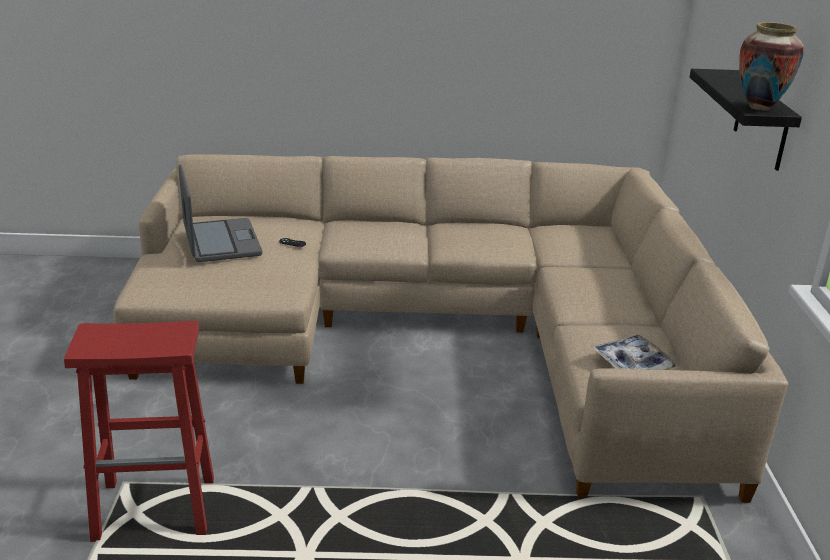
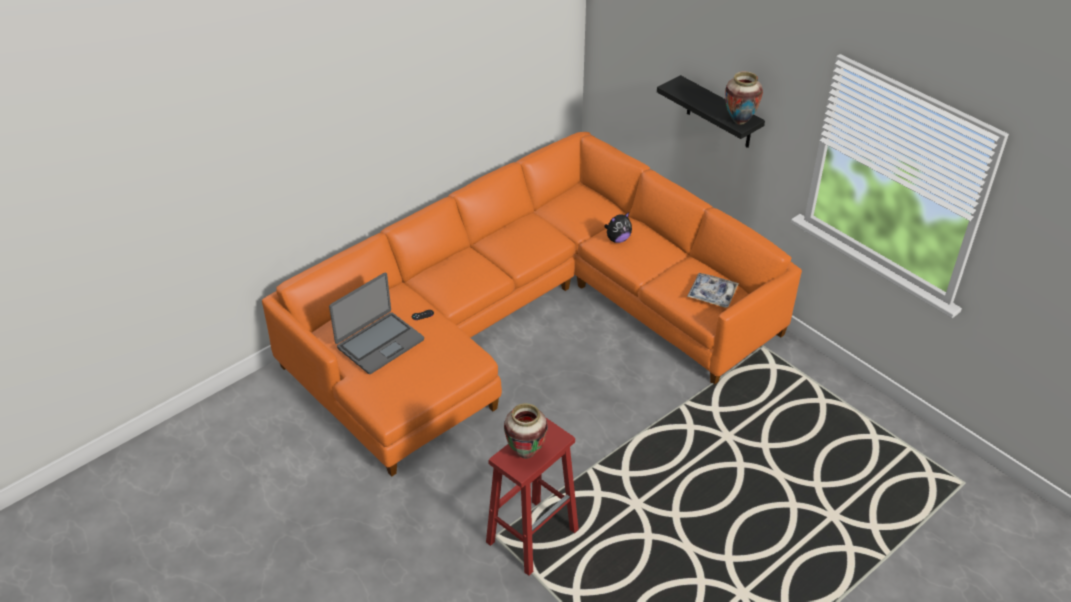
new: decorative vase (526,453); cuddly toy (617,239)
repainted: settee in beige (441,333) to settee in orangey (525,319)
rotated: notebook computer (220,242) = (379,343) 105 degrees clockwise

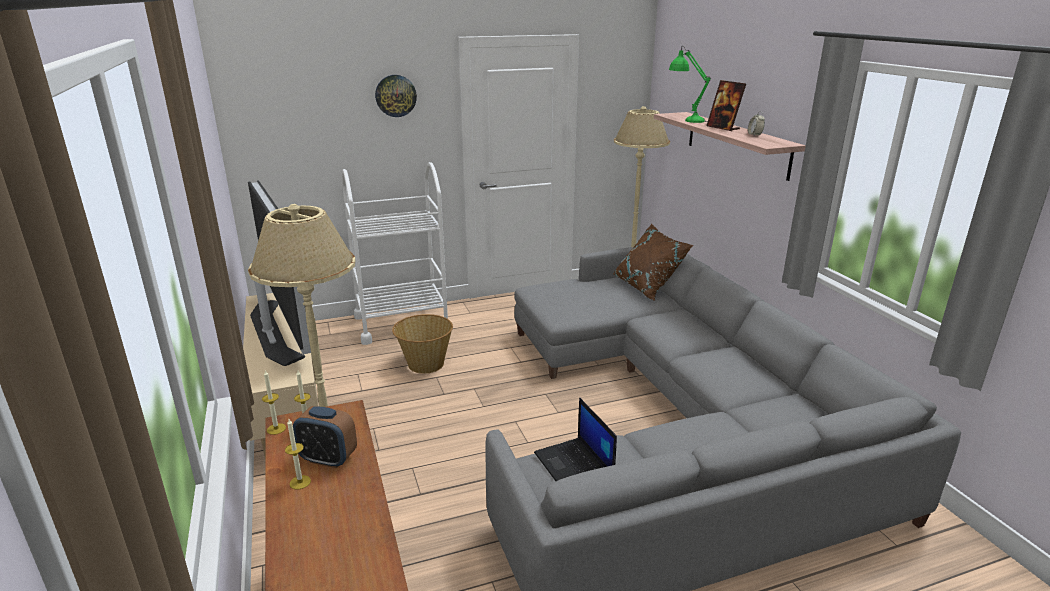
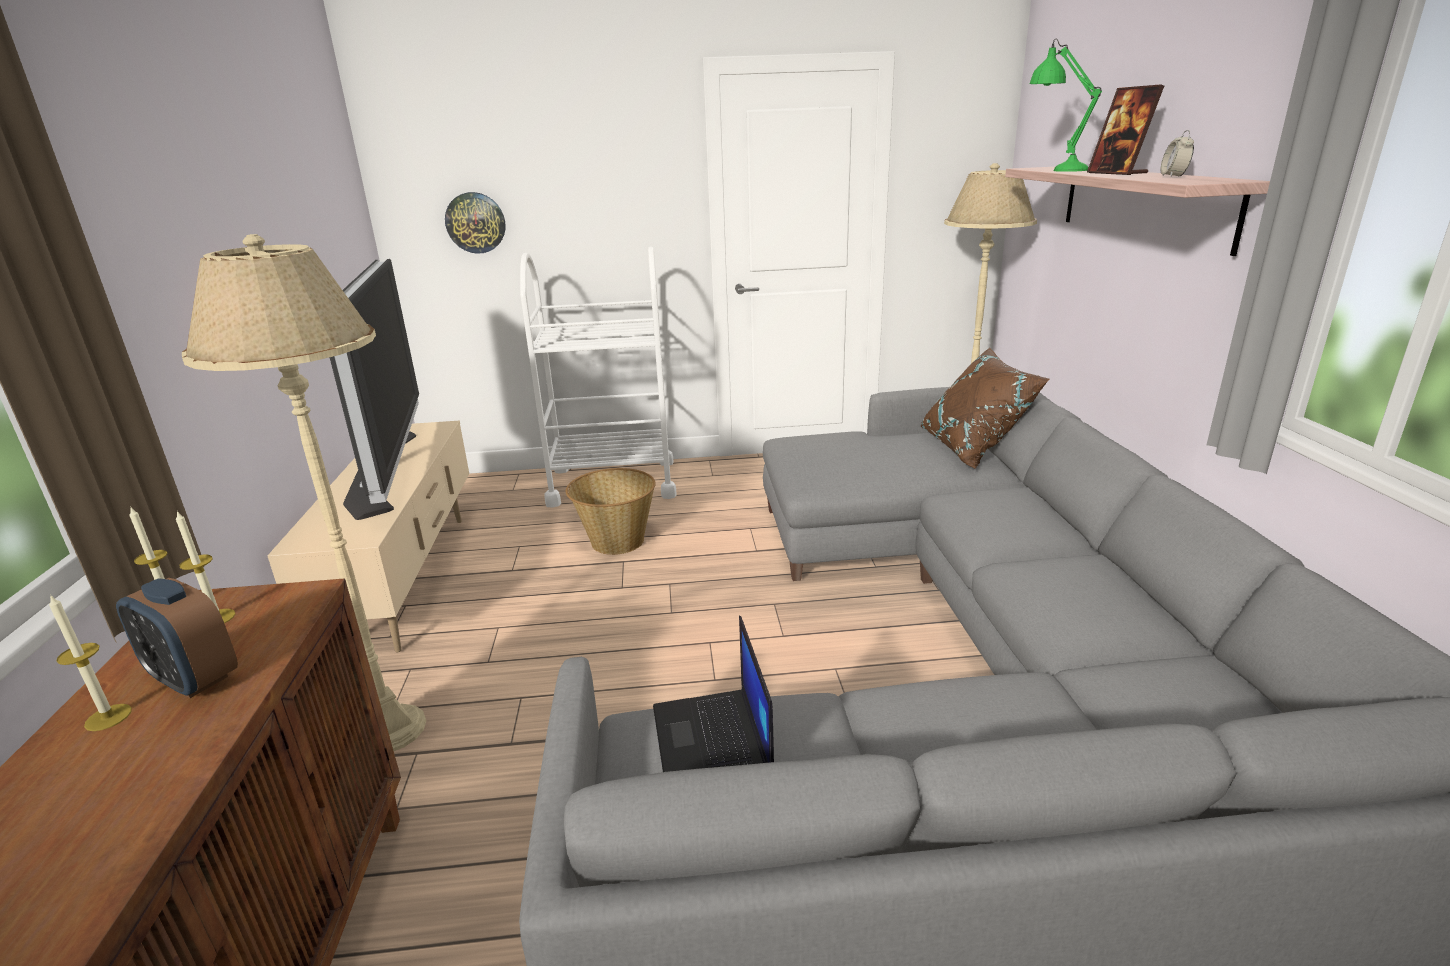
shifted: wall clock (395,96) to (475,223)

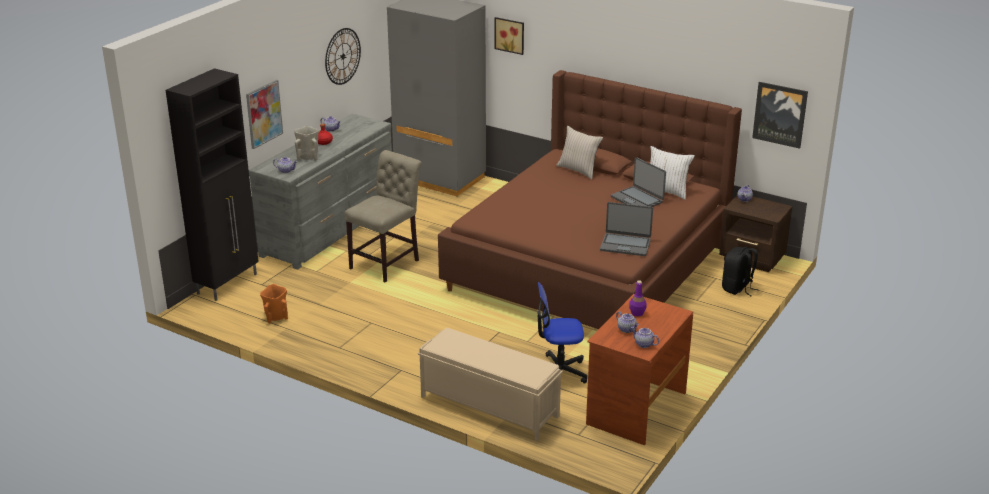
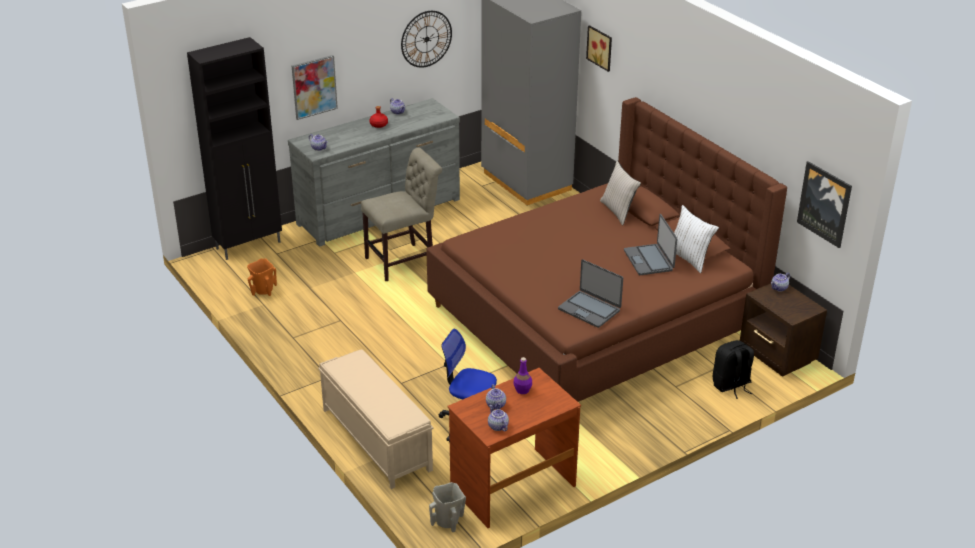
shifted: decorative vase in beige (308,157) to (448,521)

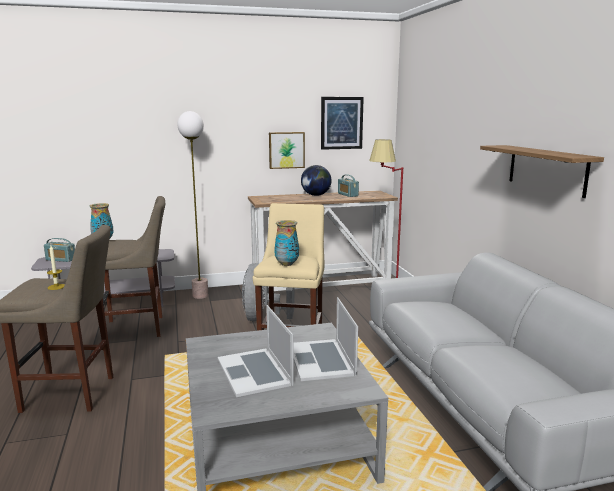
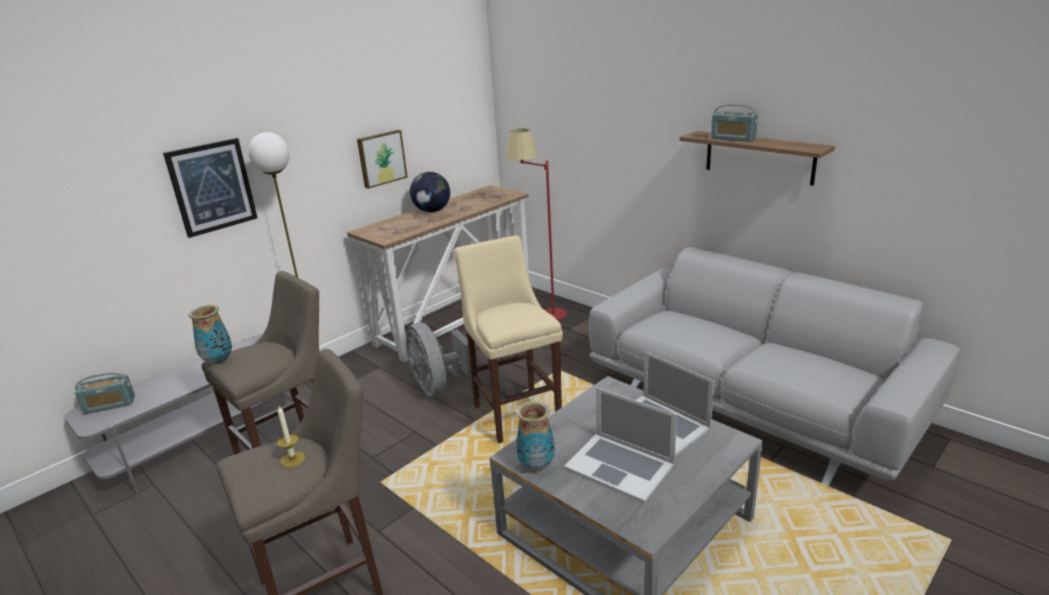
shifted: decorative vase (286,264) to (536,465); wall art (341,123) to (212,187); radio set (347,195) to (733,138)

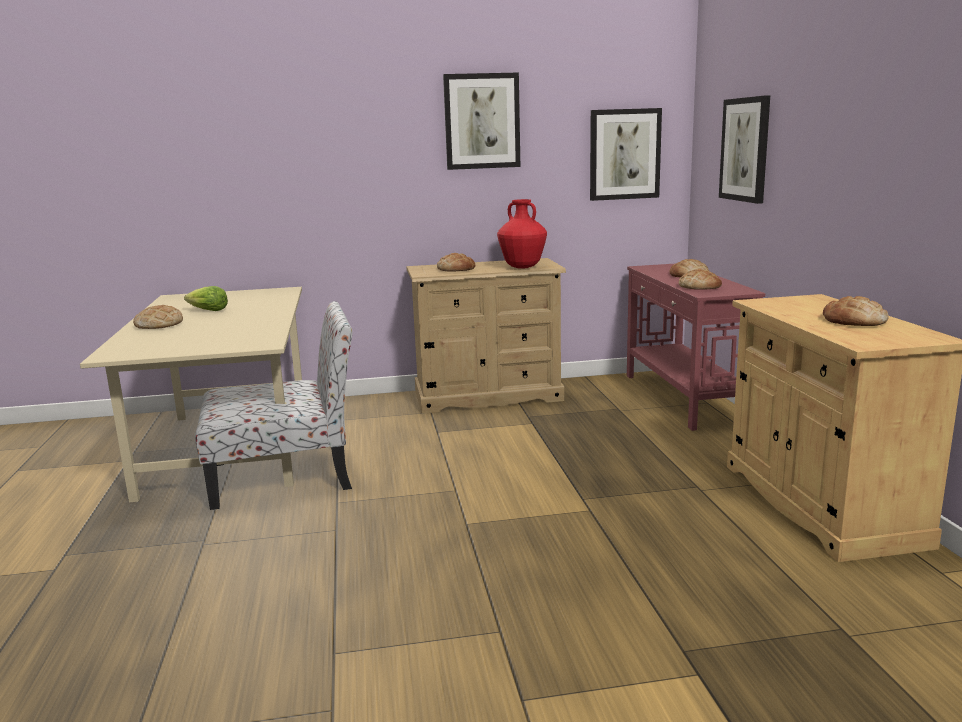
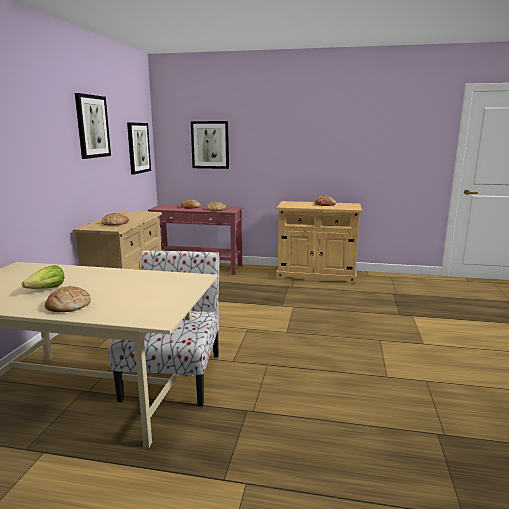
gone: decorative vase in red (522,267)

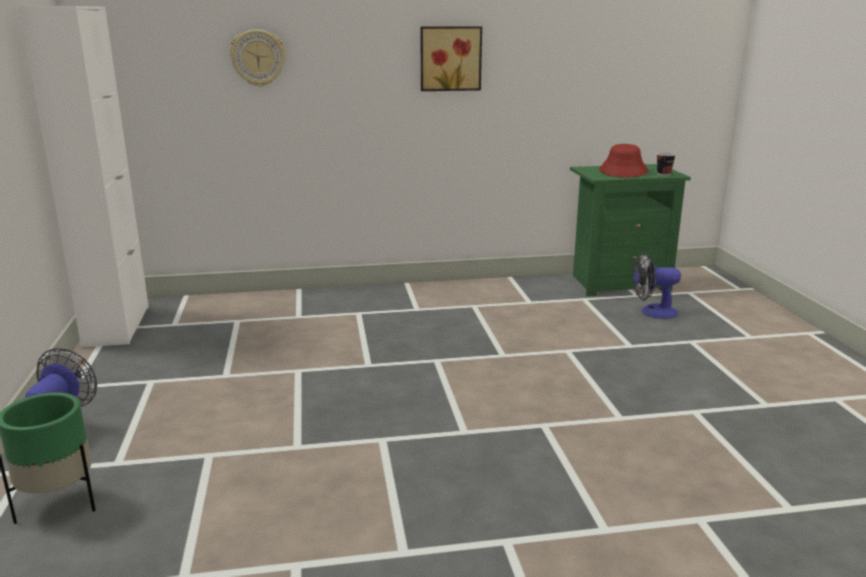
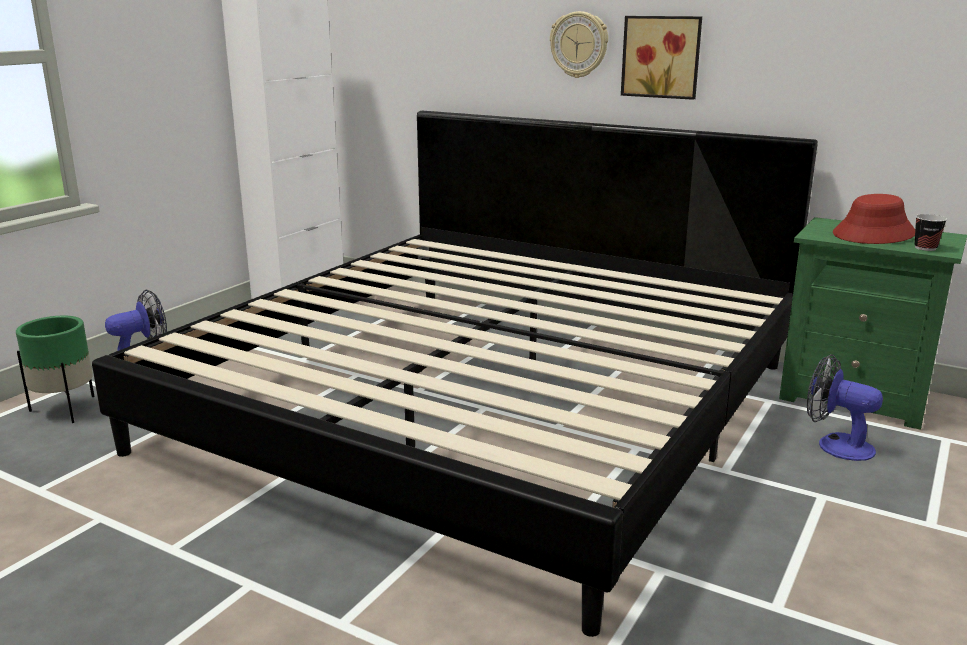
new: bed (484,405)
shifted: wall clock (258,58) to (579,44)

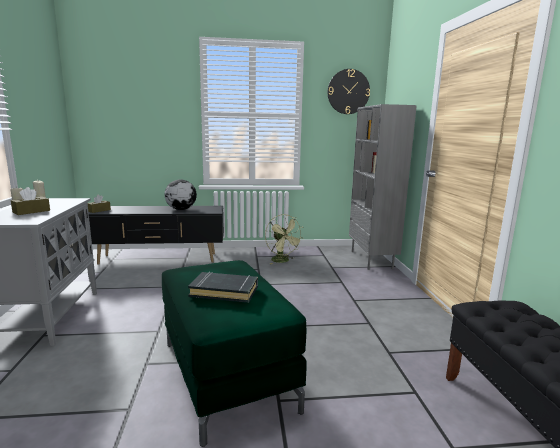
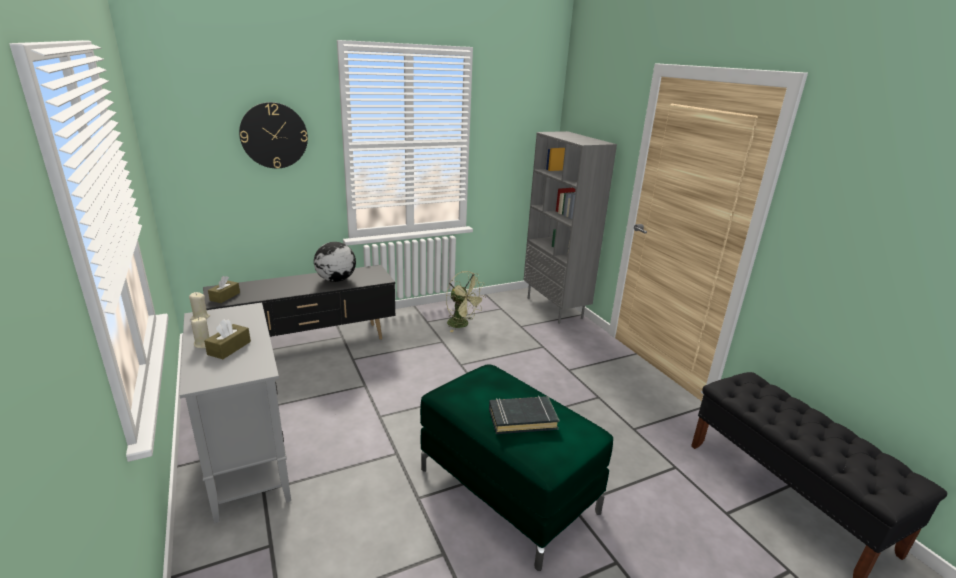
shifted: wall clock (348,91) to (274,135)

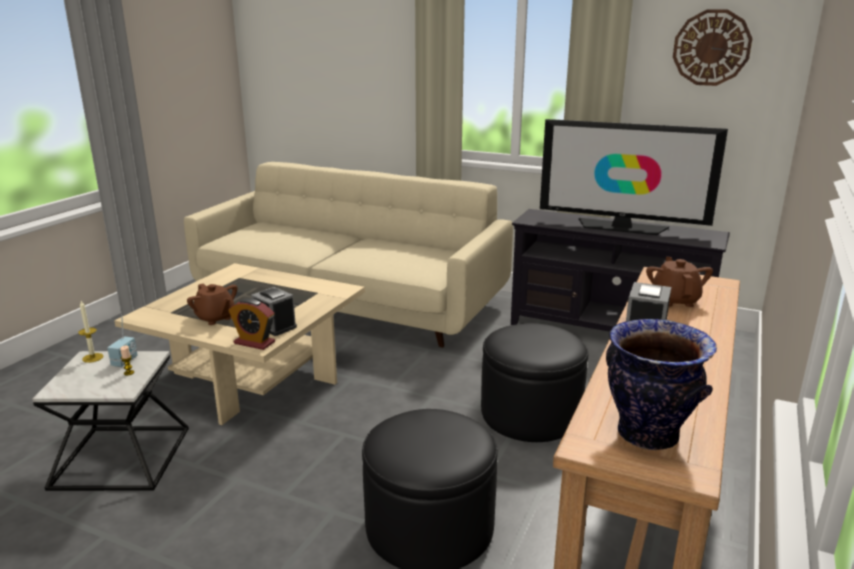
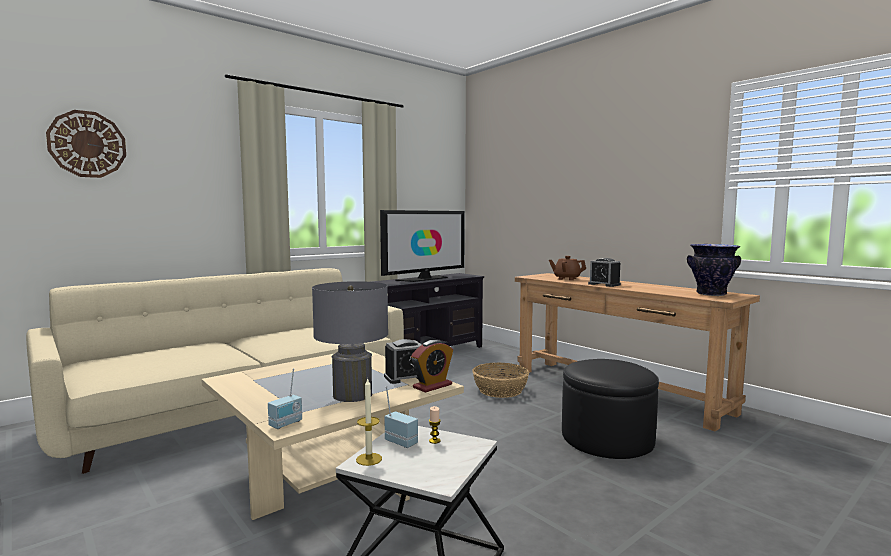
new: radio set (286,424)
shifted: wall clock (711,48) to (87,144)
swapped: tea pot in brown (215,318) to table lamp in grey (352,395); pouffe in black (530,414) to household basket (500,390)

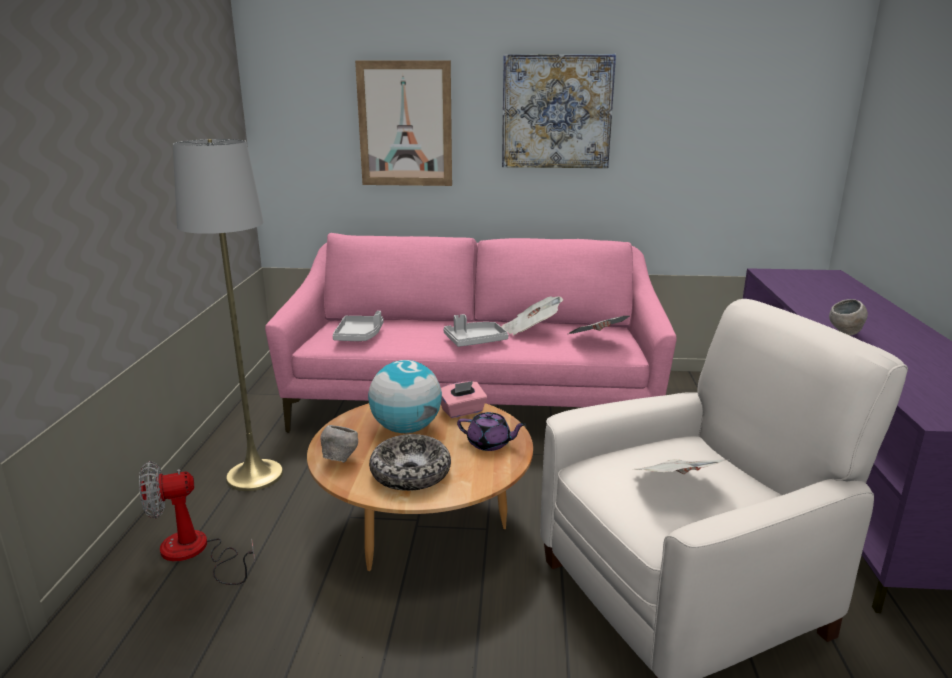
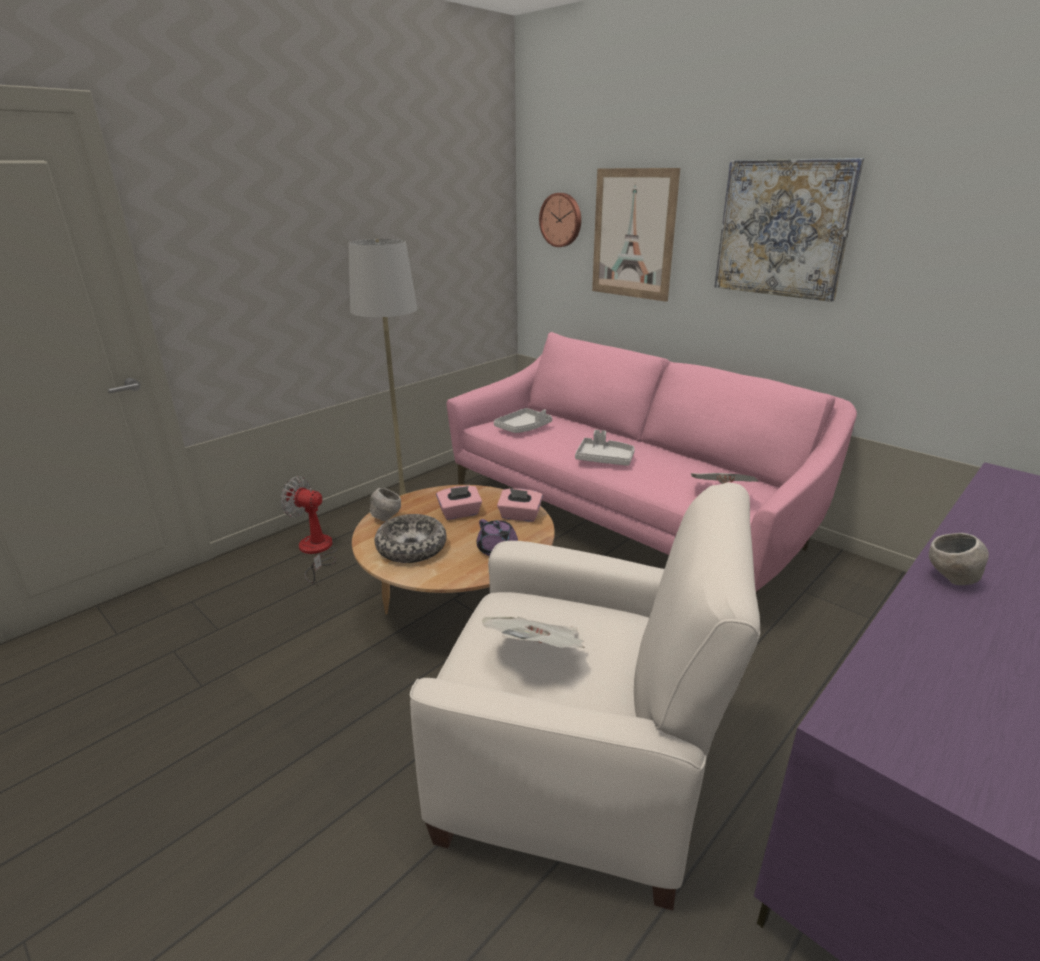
gone: daily paper (530,330)
new: wall clock (561,220)
swapped: world globe (406,428) to box of tissues in pink (460,513)

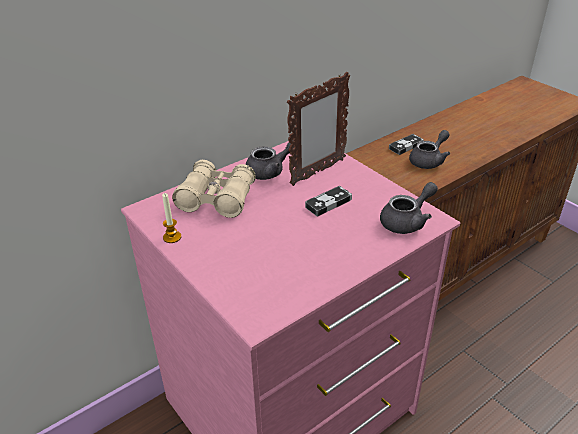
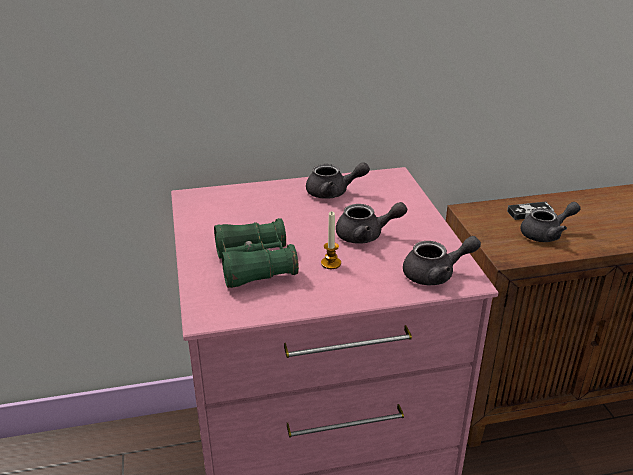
gone: binoculars in beige (217,199); photo frame (317,172)
new: binoculars in green-coloured (255,265)
shifted: wax light (172,237) to (331,263)
swapped: joypad (328,203) to tea pot in grey (366,235)

